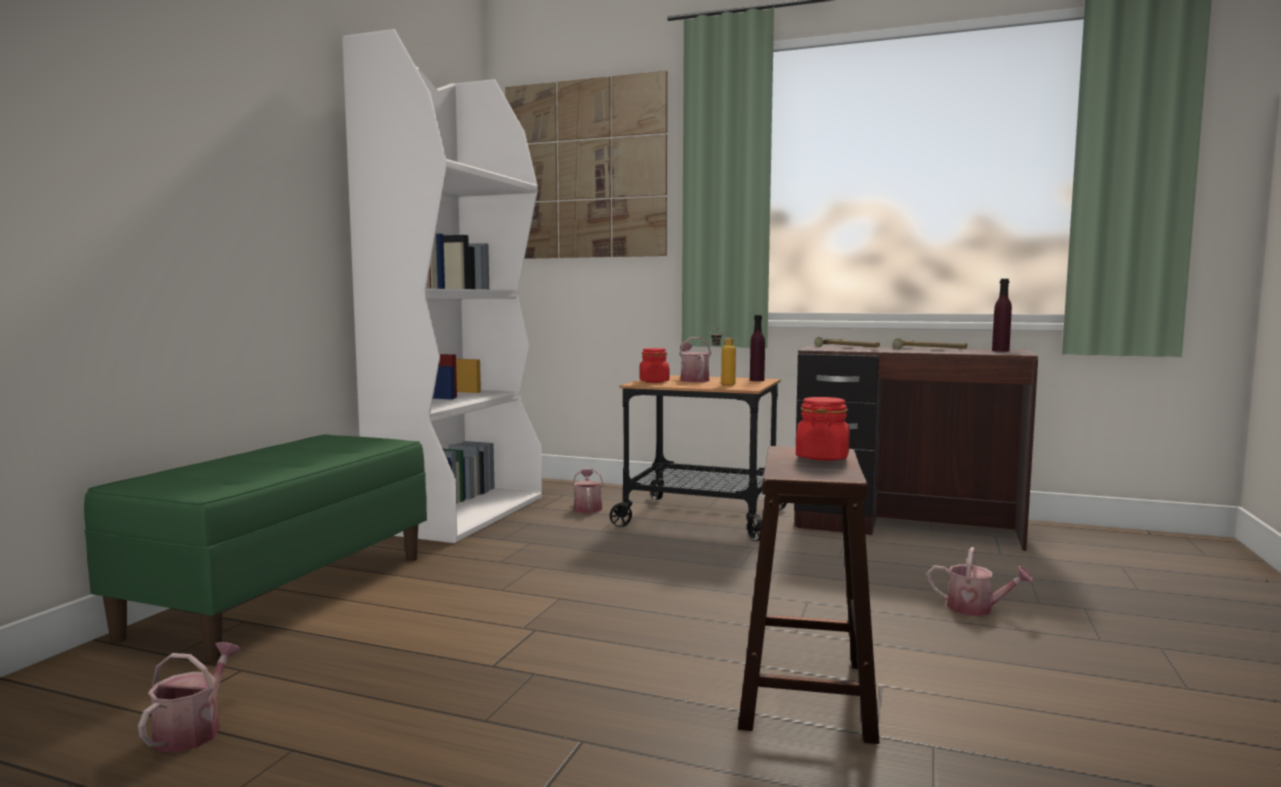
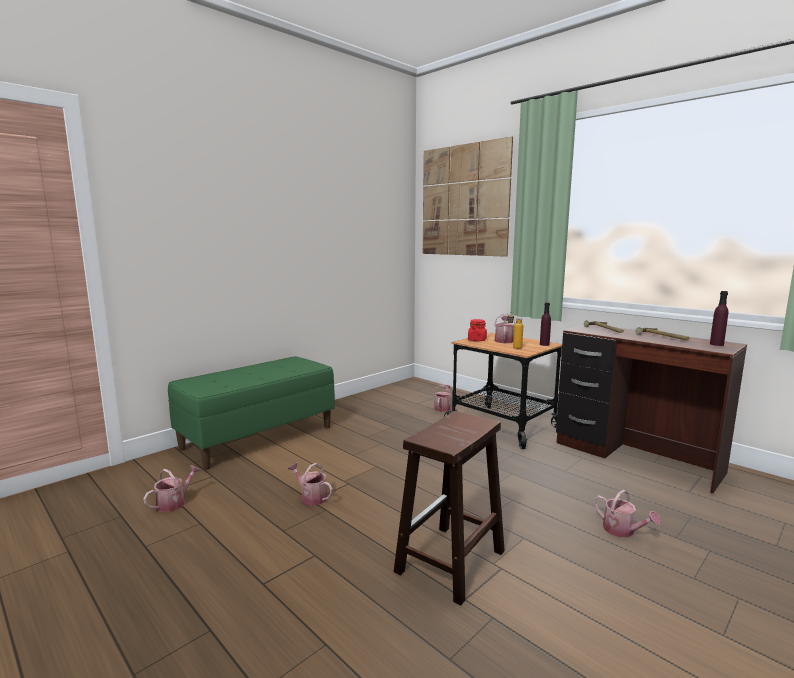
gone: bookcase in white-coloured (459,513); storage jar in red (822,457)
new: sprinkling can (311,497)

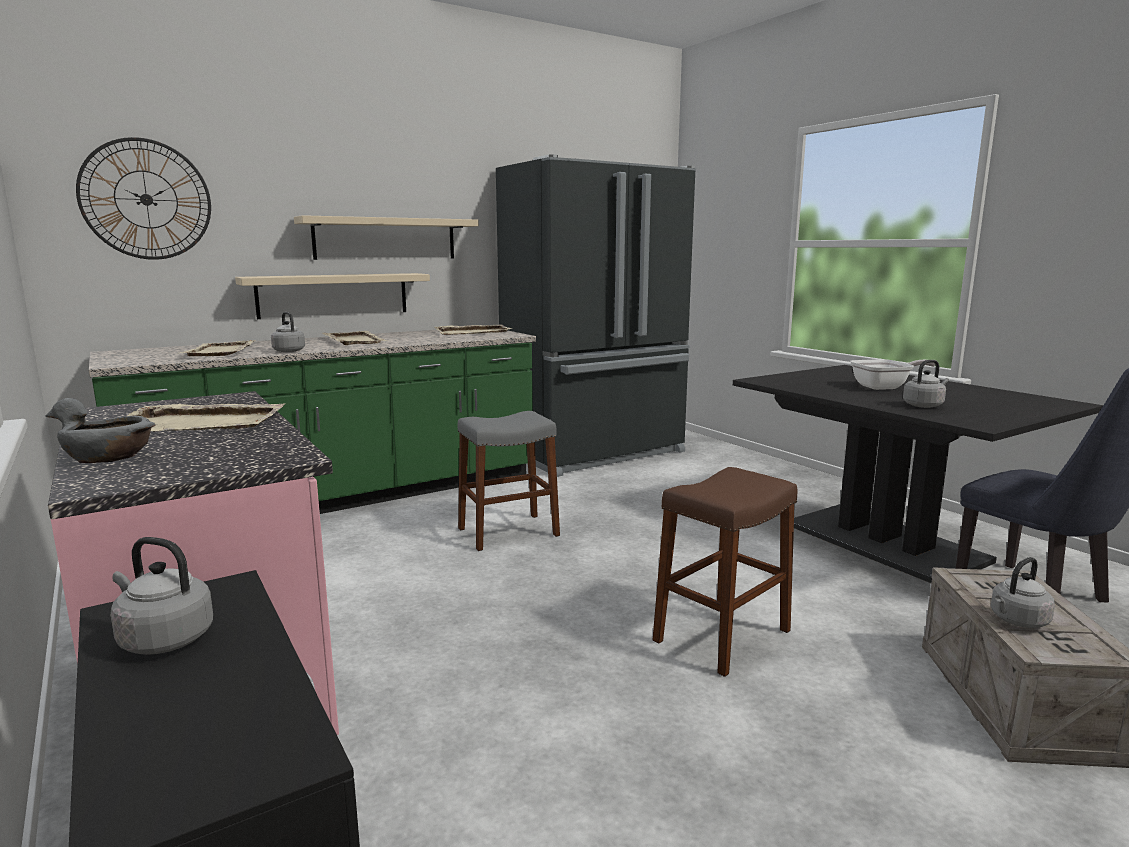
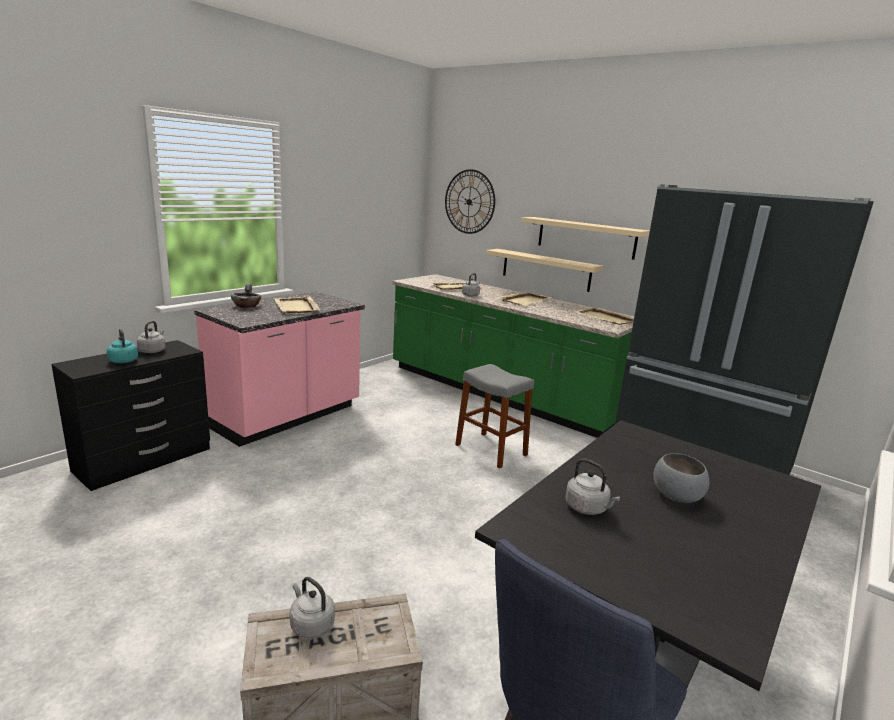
gone: sitting stool in brown (722,636)
new: kettle in turquoise (123,360)
swapped: frying pan (885,387) to serving bowl in grey (676,496)

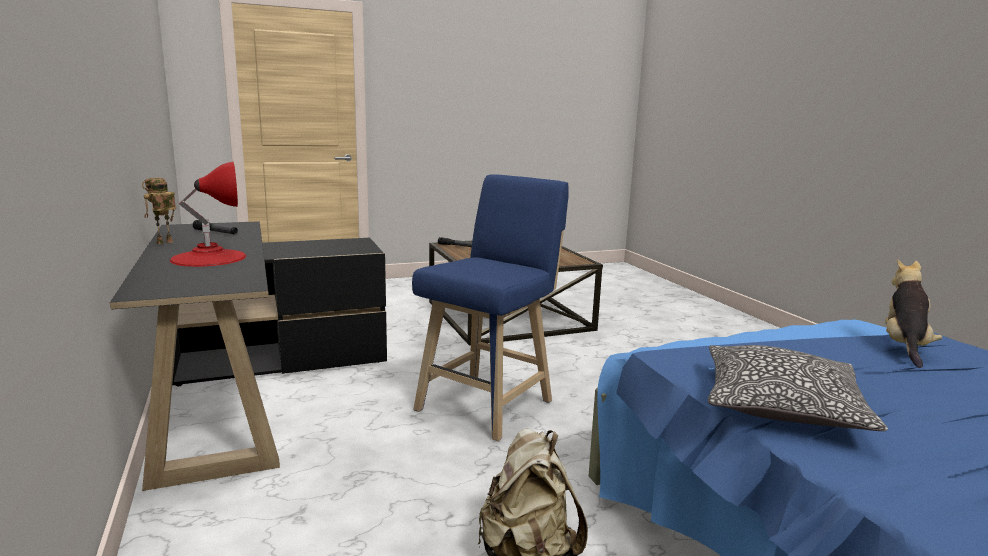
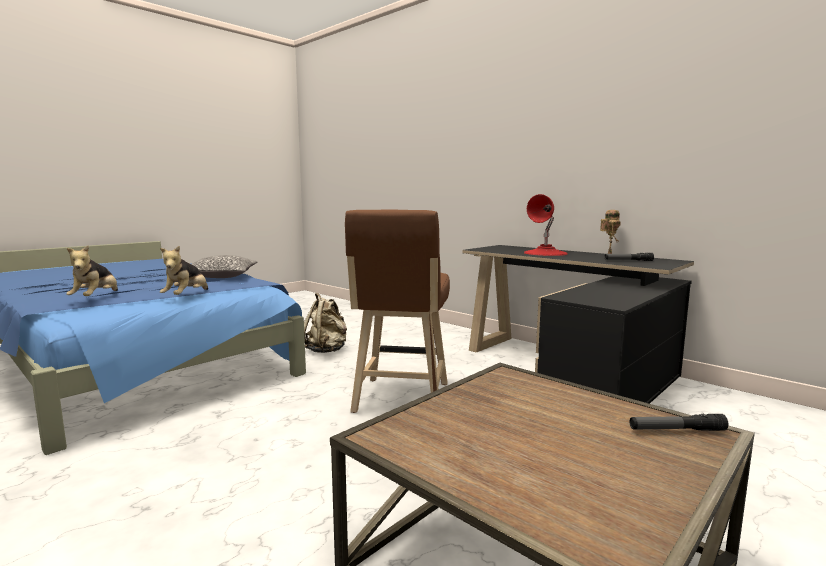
new: cuddly toy (186,296)
repainted: sitting stool in bluish (489,403) to sitting stool in brown (400,400)

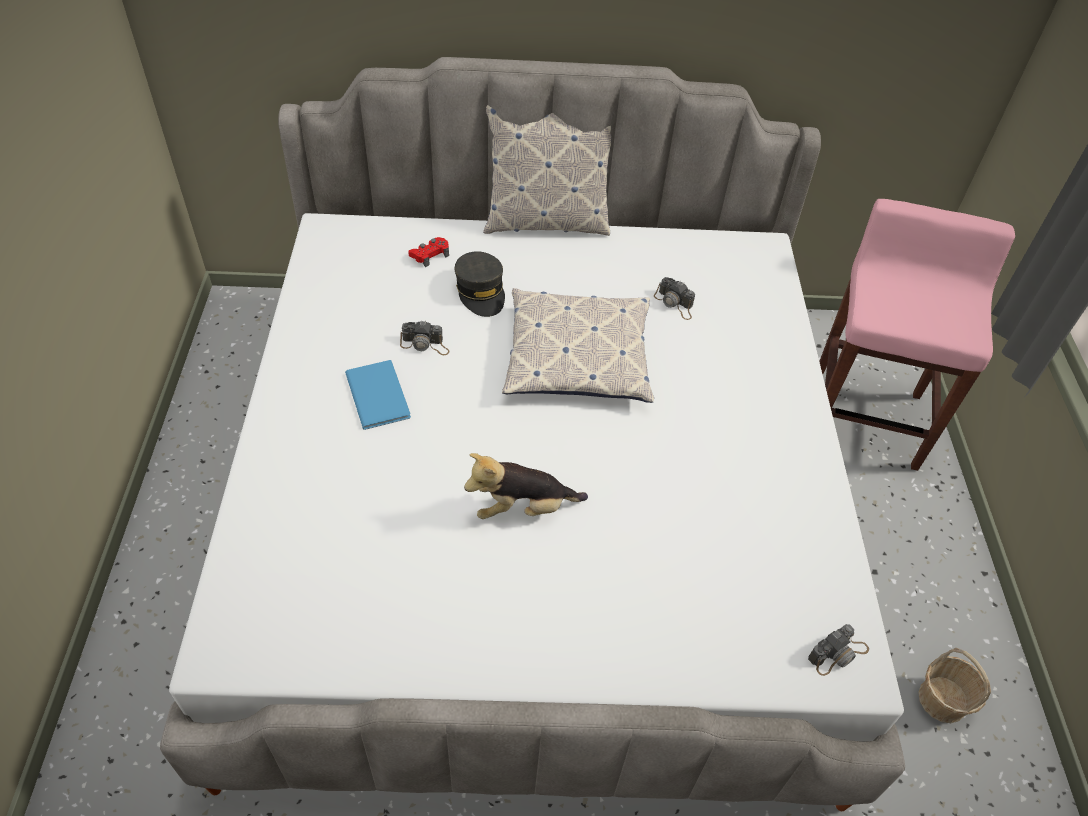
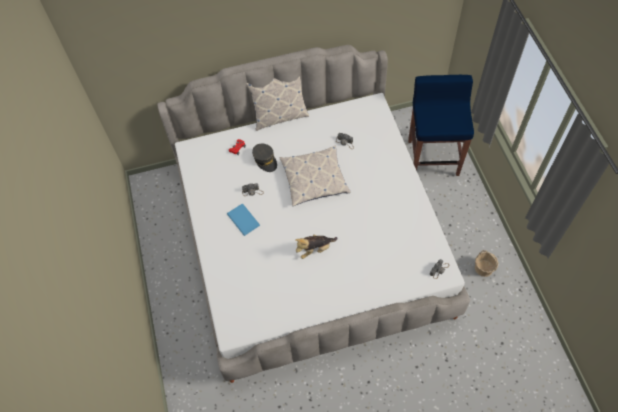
repainted: sitting stool in pink (865,416) to sitting stool in bluish (433,156)

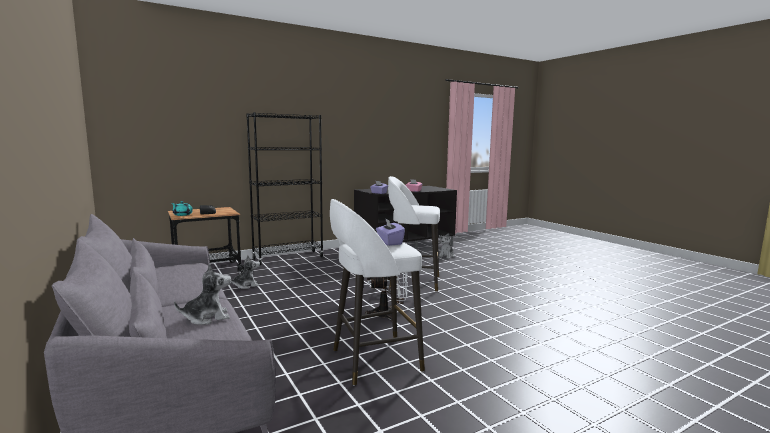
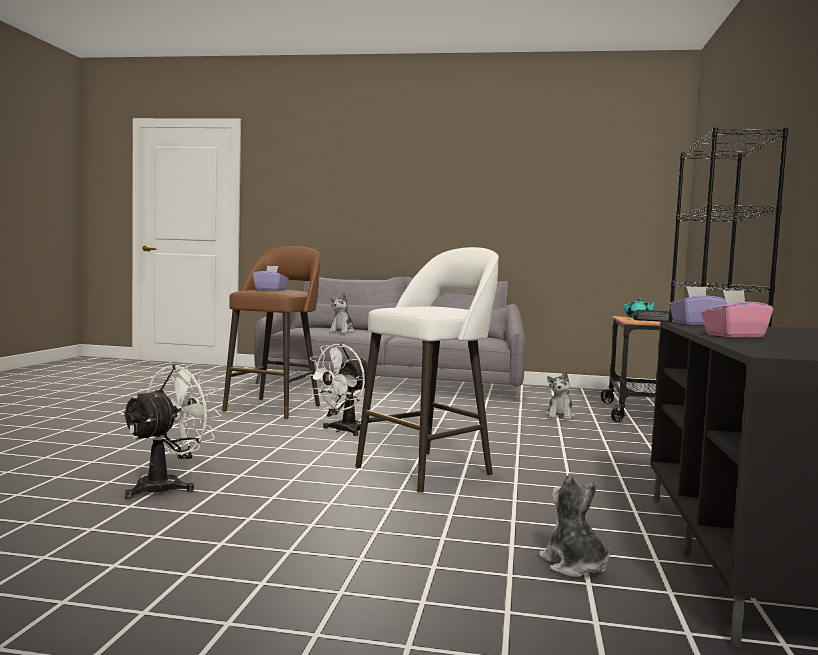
new: cooling fan in white-coloured (167,486)
repainted: sitting stool in white-coloured (373,360) to sitting stool in brown (274,408)

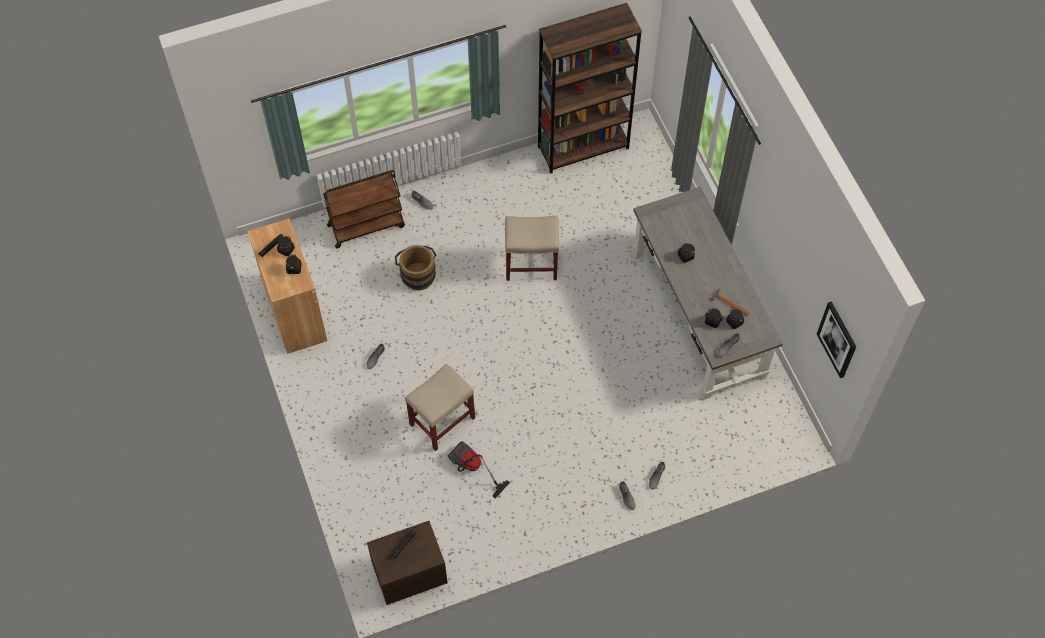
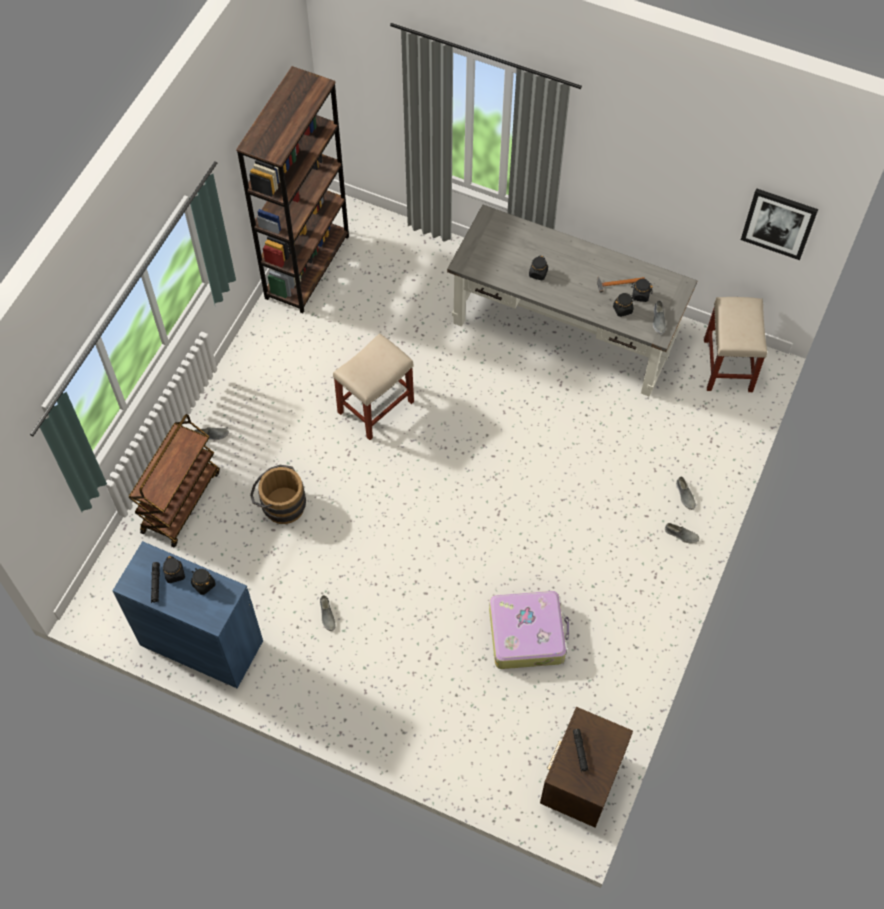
shifted: sitting stool in beige (441,422) to (728,366)
swapped: vacuum (471,469) to suitcase (527,634)
repainted: cupboard in brown (295,313) to cupboard in bluish (201,643)

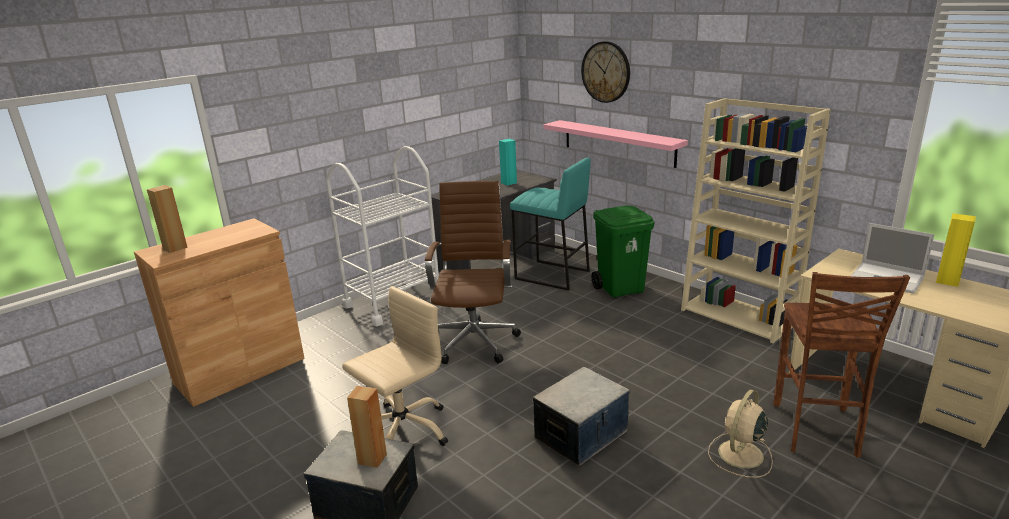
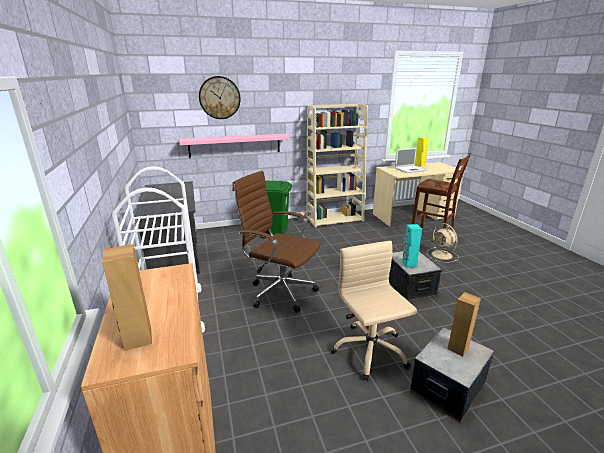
gone: sitting stool in turquoise (551,275)
shifted: audio speaker in turquoise (508,183) to (409,264)

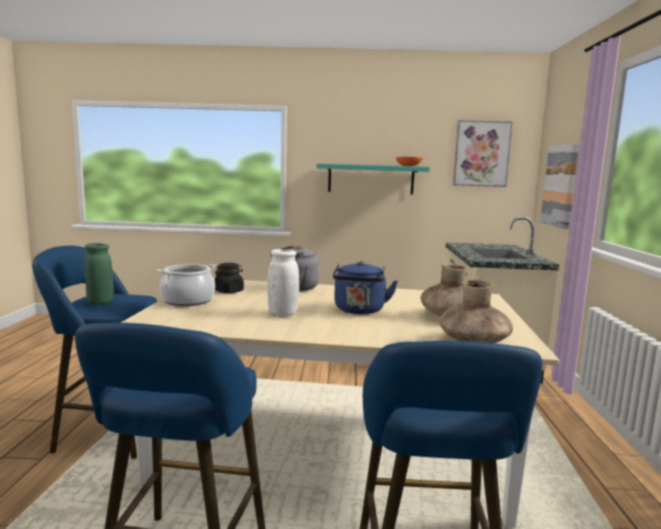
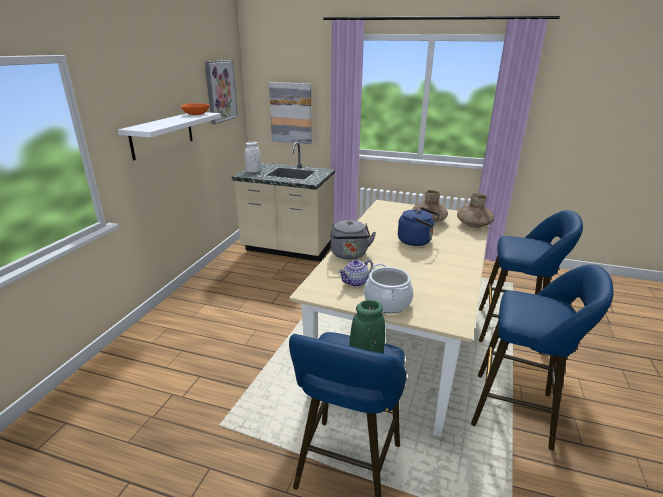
shifted: decorative vase in white-coloured (282,313) to (253,171)
swapped: storage jar in black (229,291) to tea pot (355,282)
repainted: bracket shelf in turquoise (371,179) to bracket shelf in white-coloured (162,134)

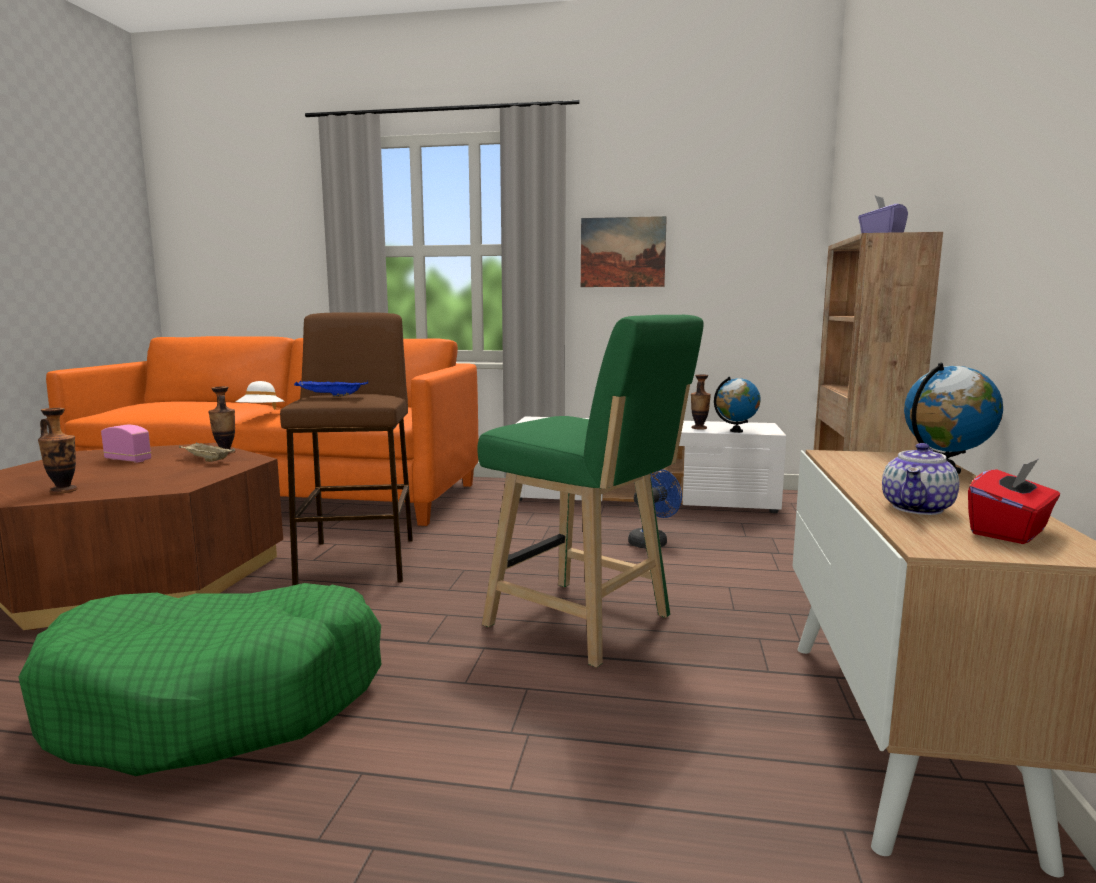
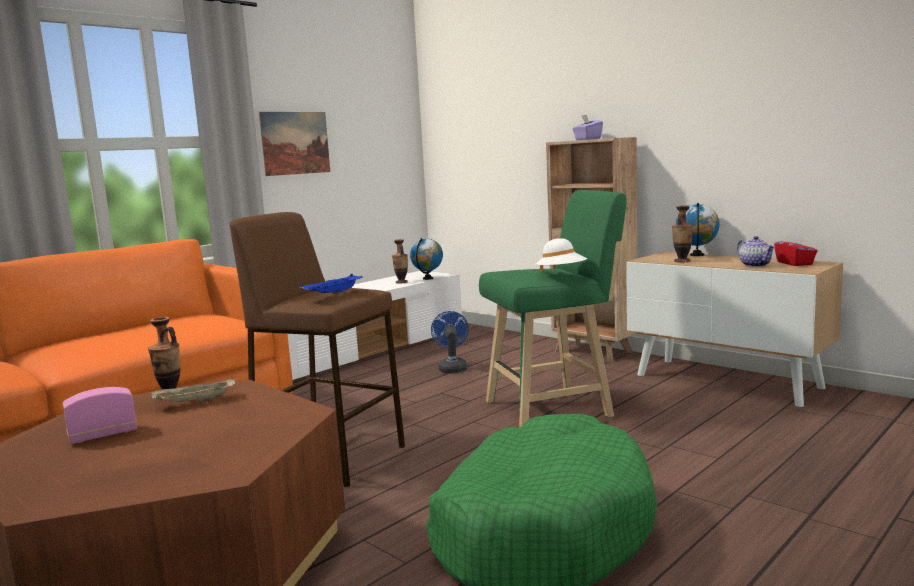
shifted: decorative vase (63,491) to (682,261); clothing hat in white-coloured (261,412) to (561,274)

